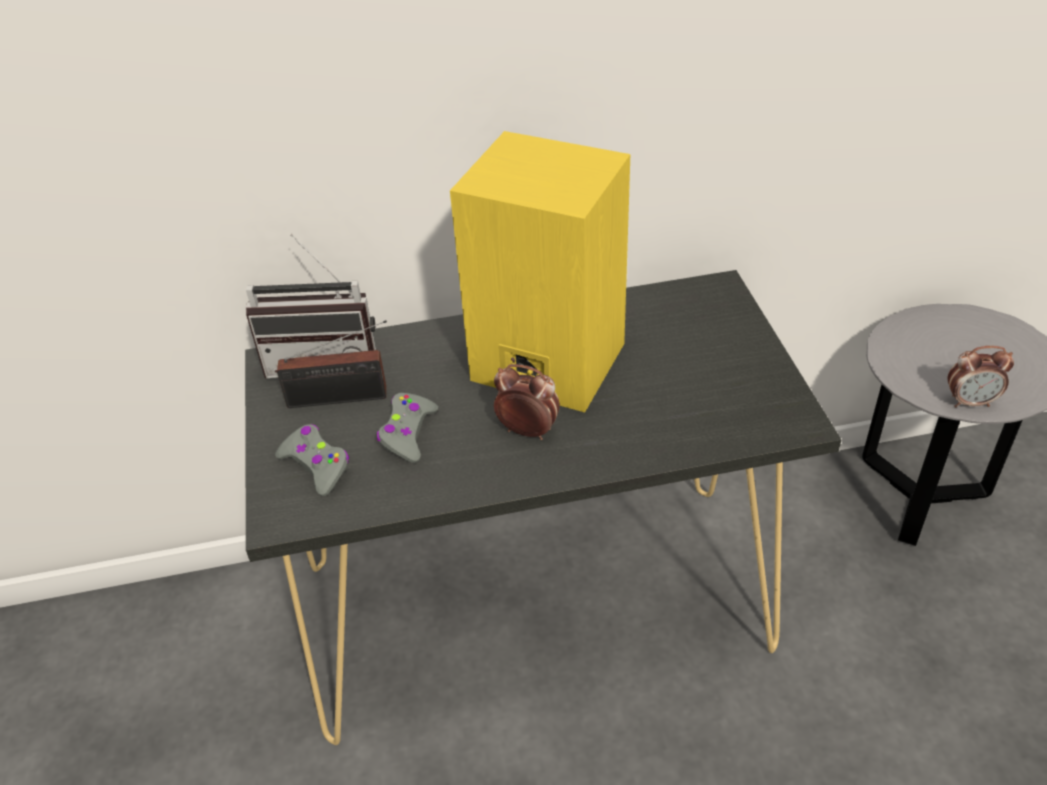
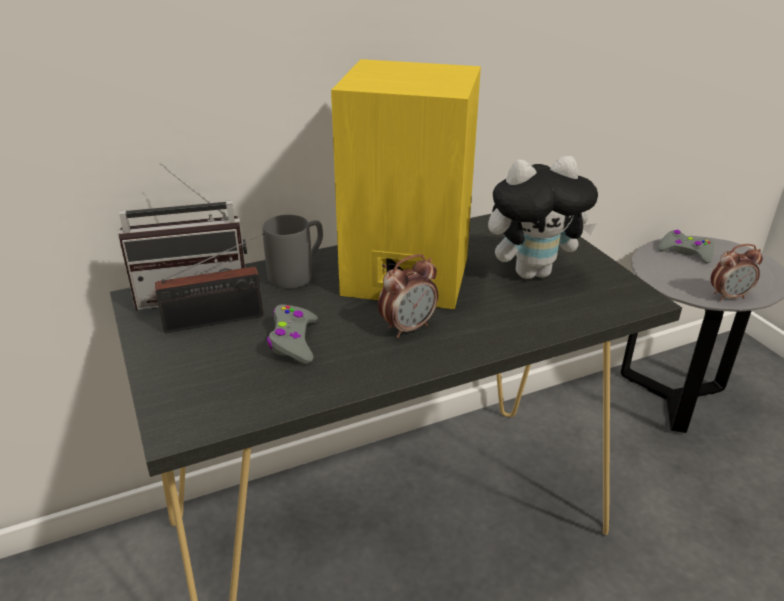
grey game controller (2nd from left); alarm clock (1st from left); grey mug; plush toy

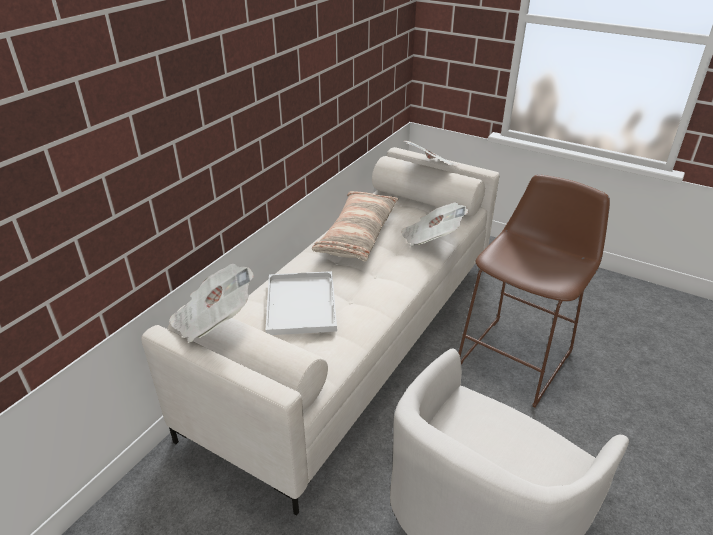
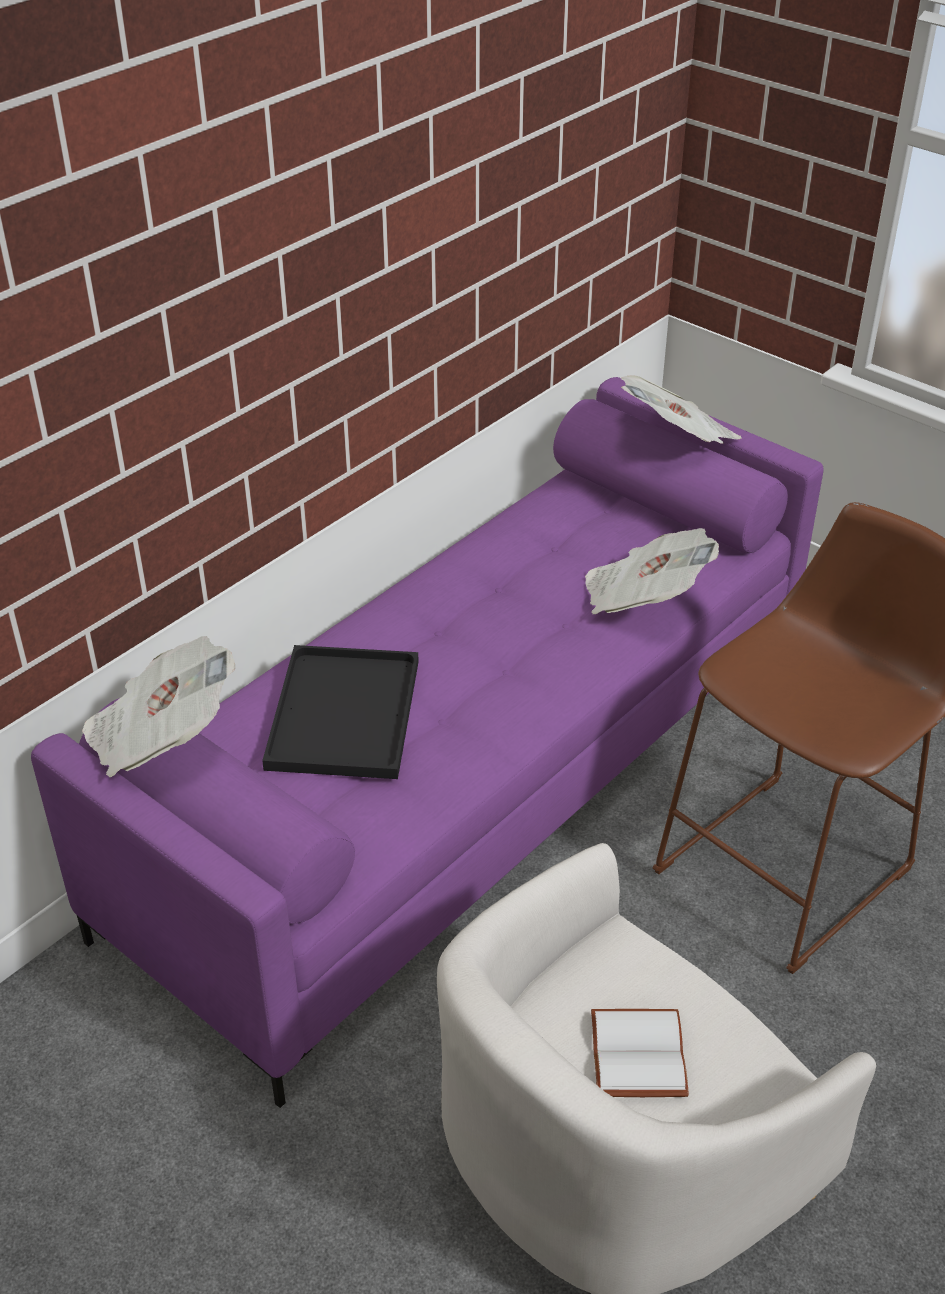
purple sofa; black tray; pillow; white book

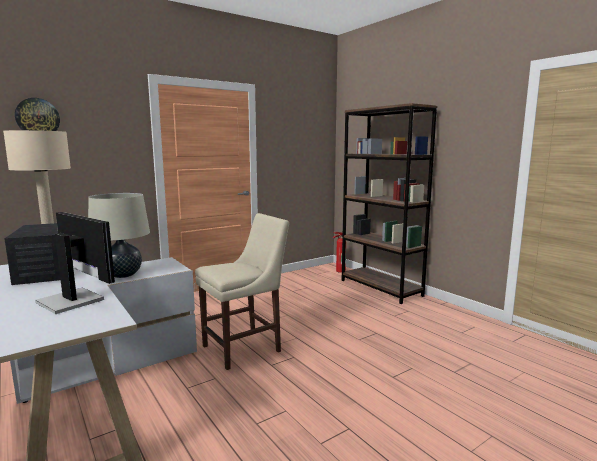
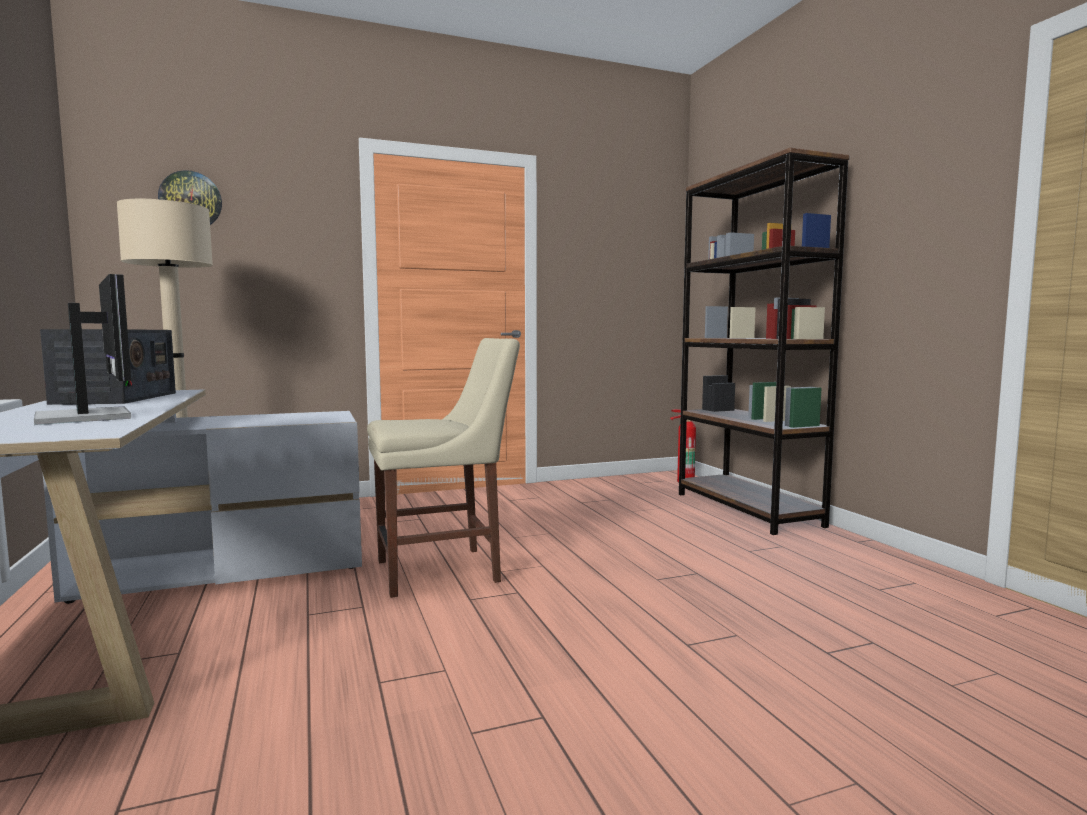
beige table lamp

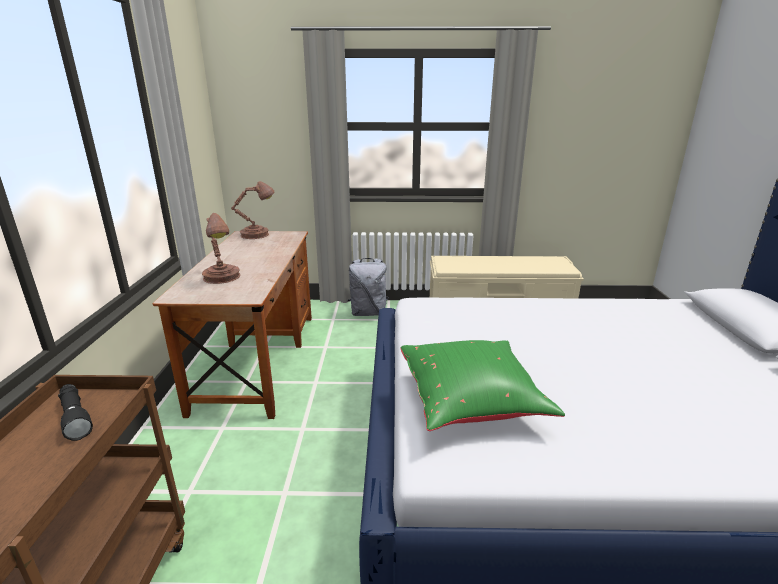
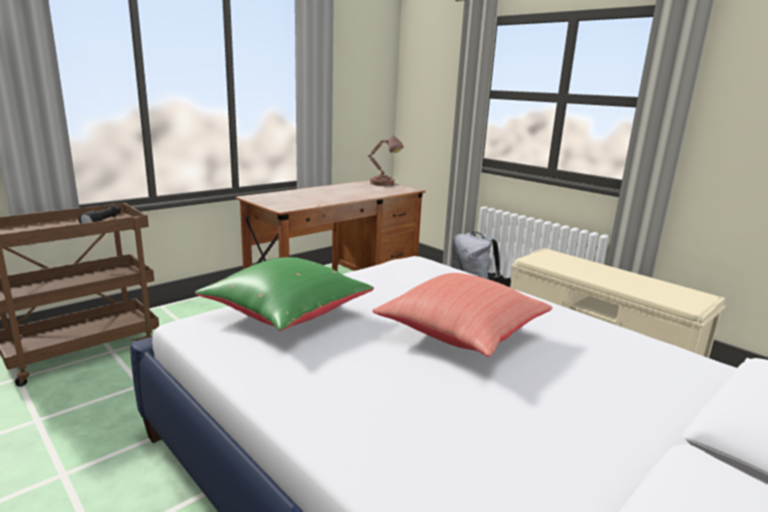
brown table lamp (1st from left in the first image); red pillow

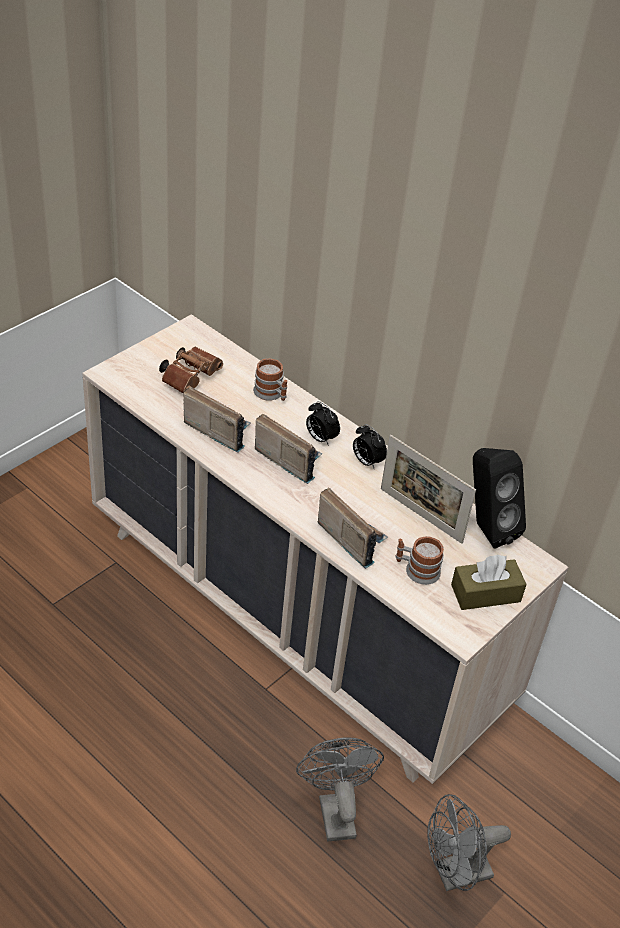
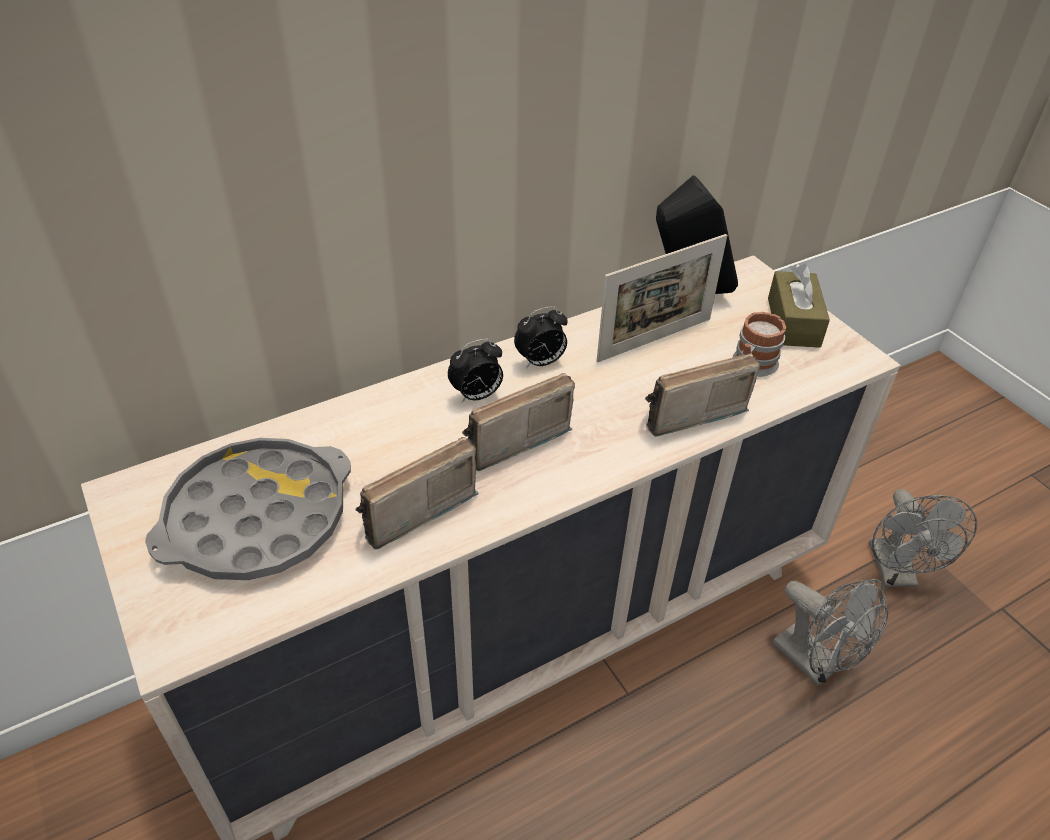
grey tray; mug (1st from left in the first image); grey fan (1st from left)

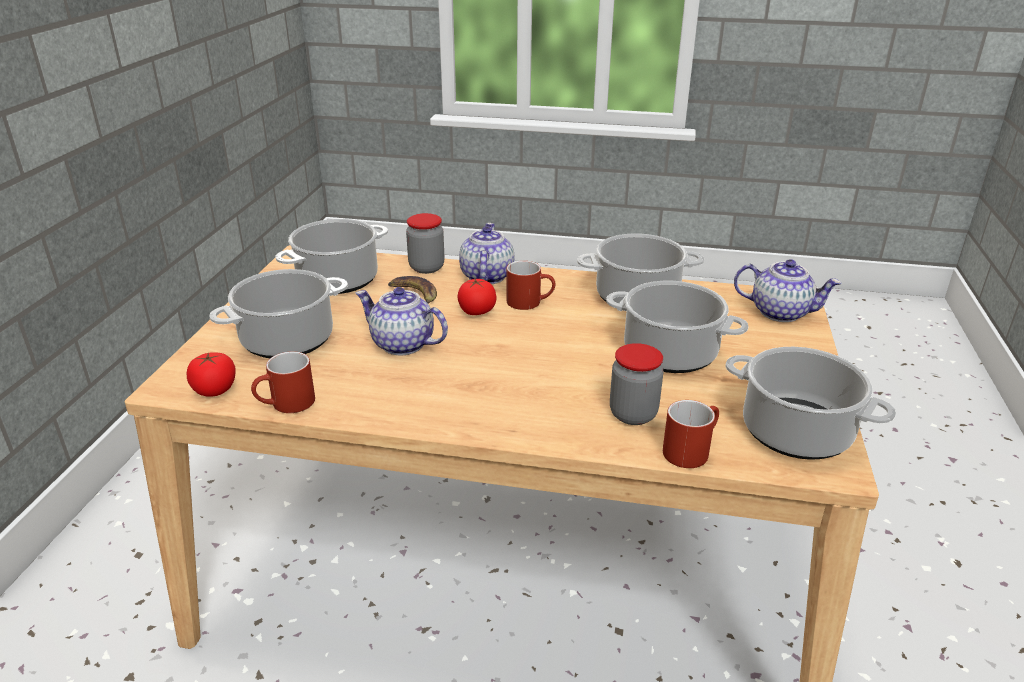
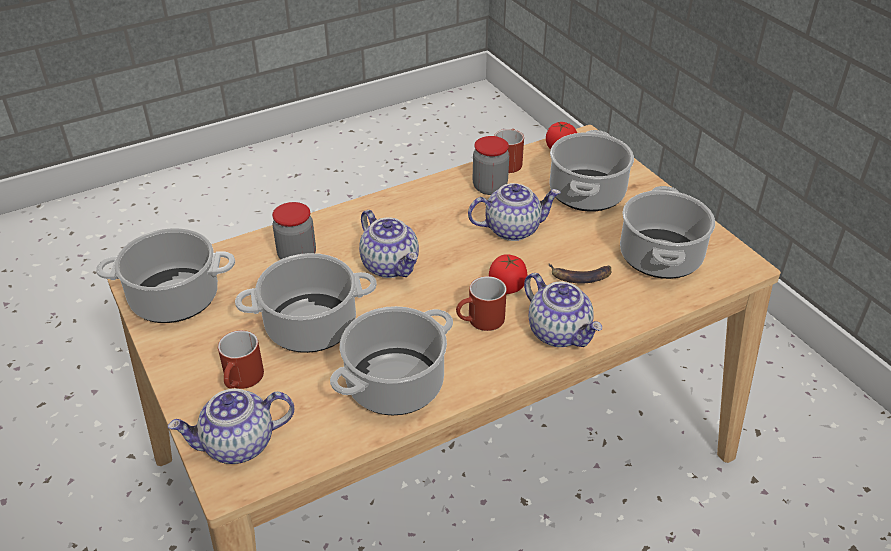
jar (2nd from left); red mug (1st from left); teapot (2nd from left)

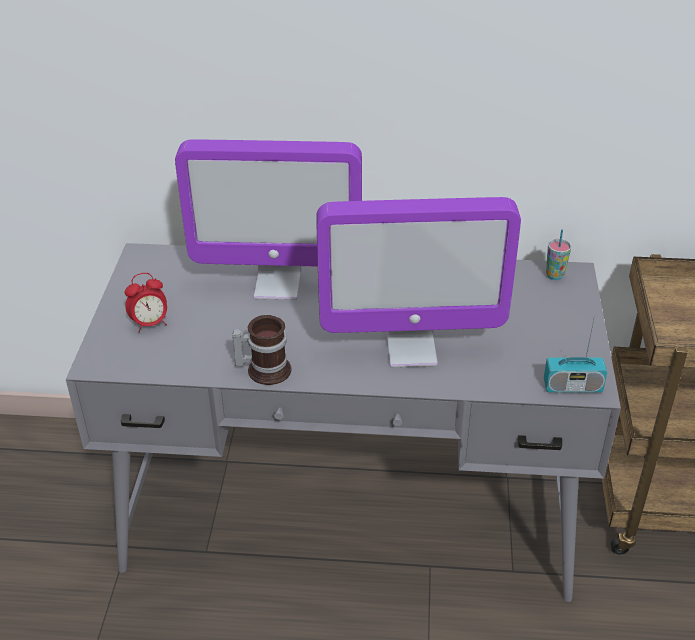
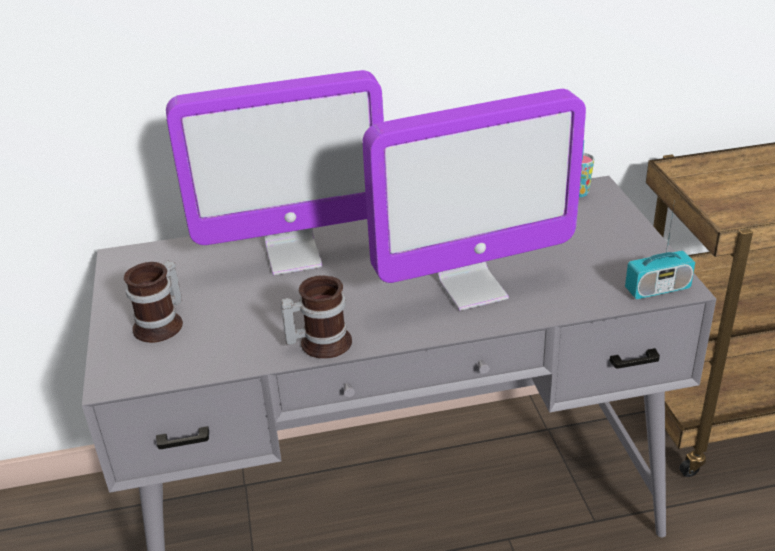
mug (1st from left)

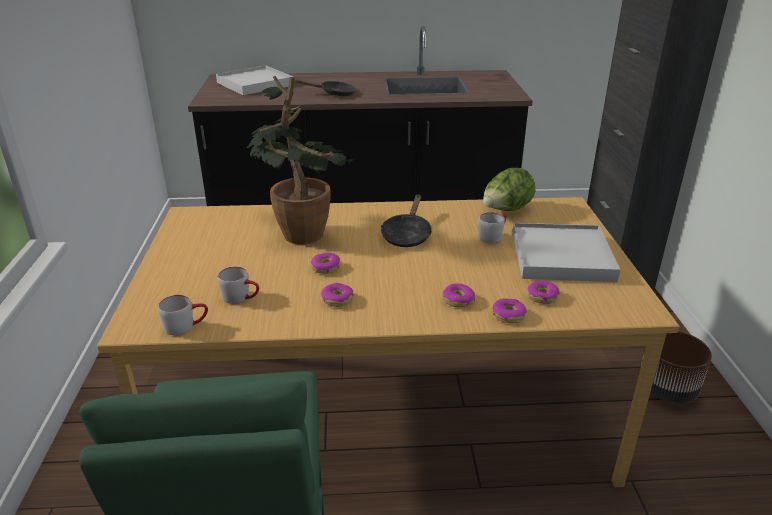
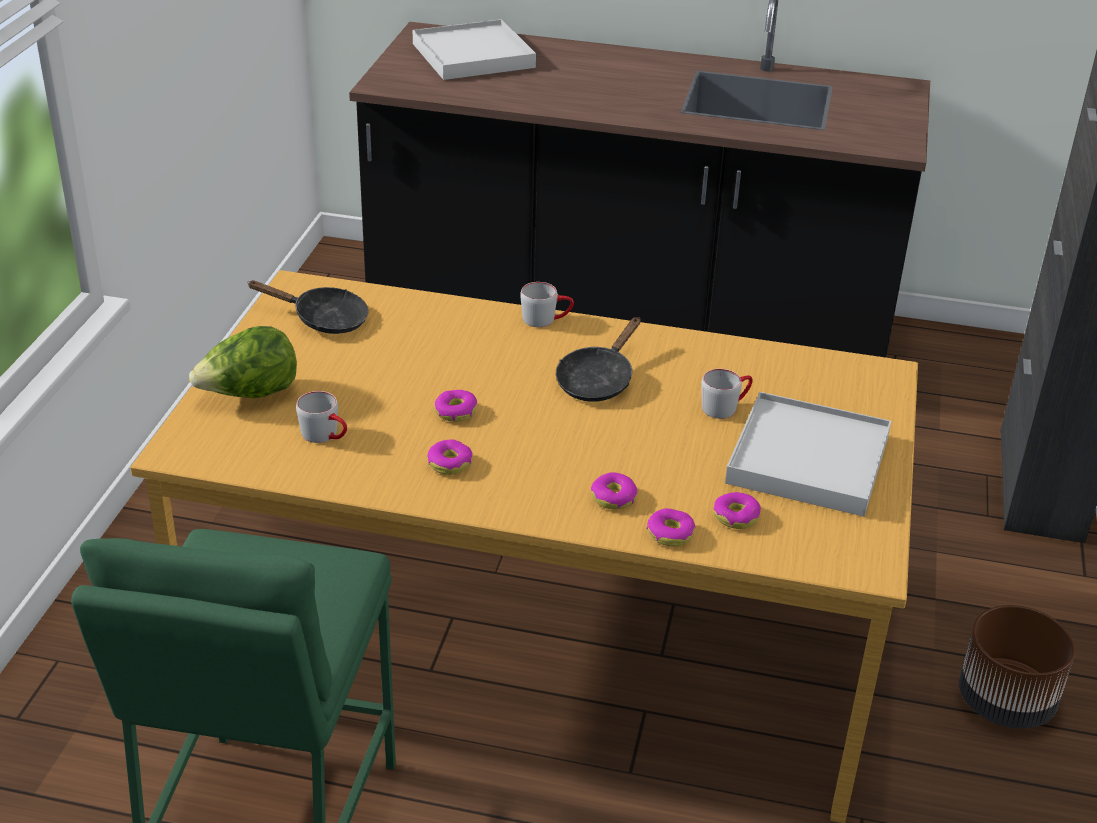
grey mug (2nd from left); potted plant; black frying pan (1st from left); lettuce

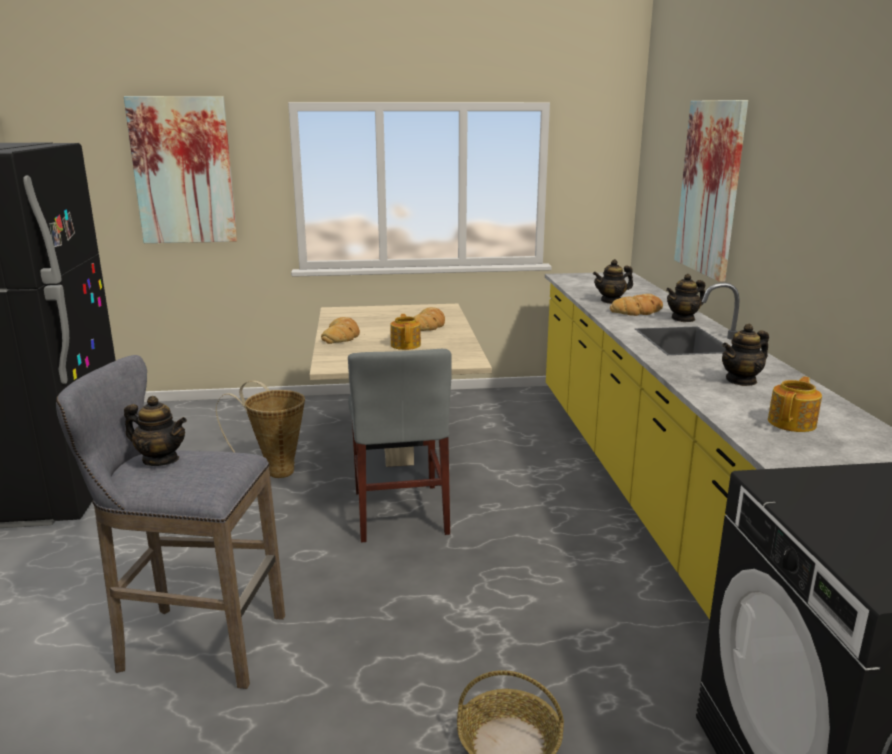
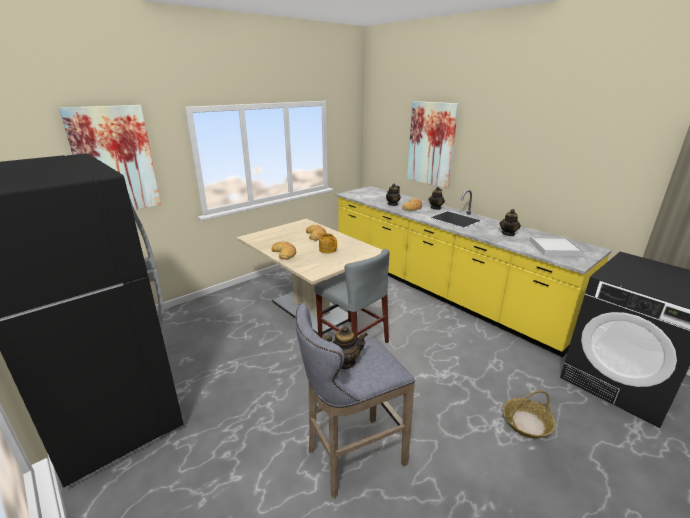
basket (1st from left in the first image); white tray

